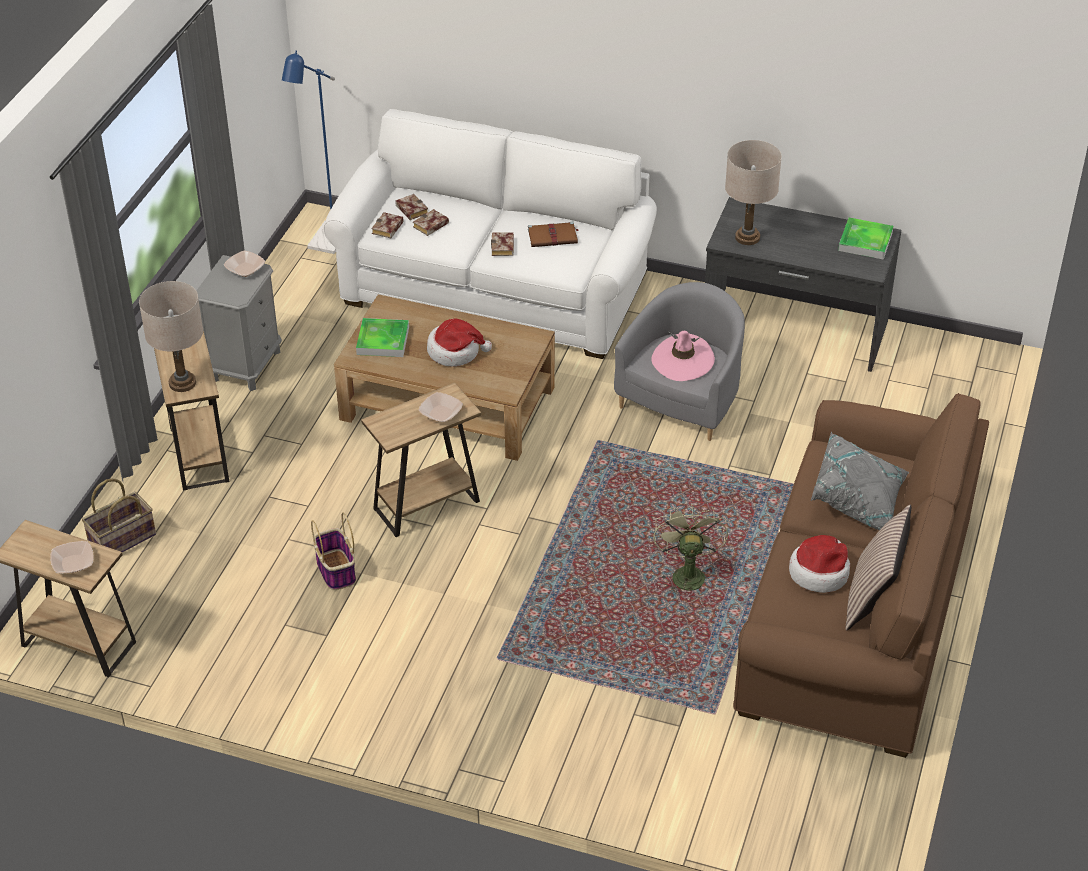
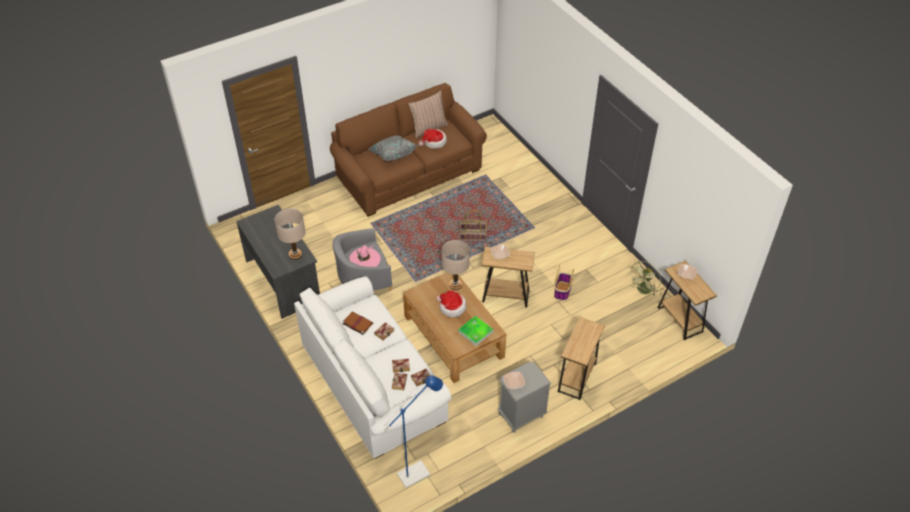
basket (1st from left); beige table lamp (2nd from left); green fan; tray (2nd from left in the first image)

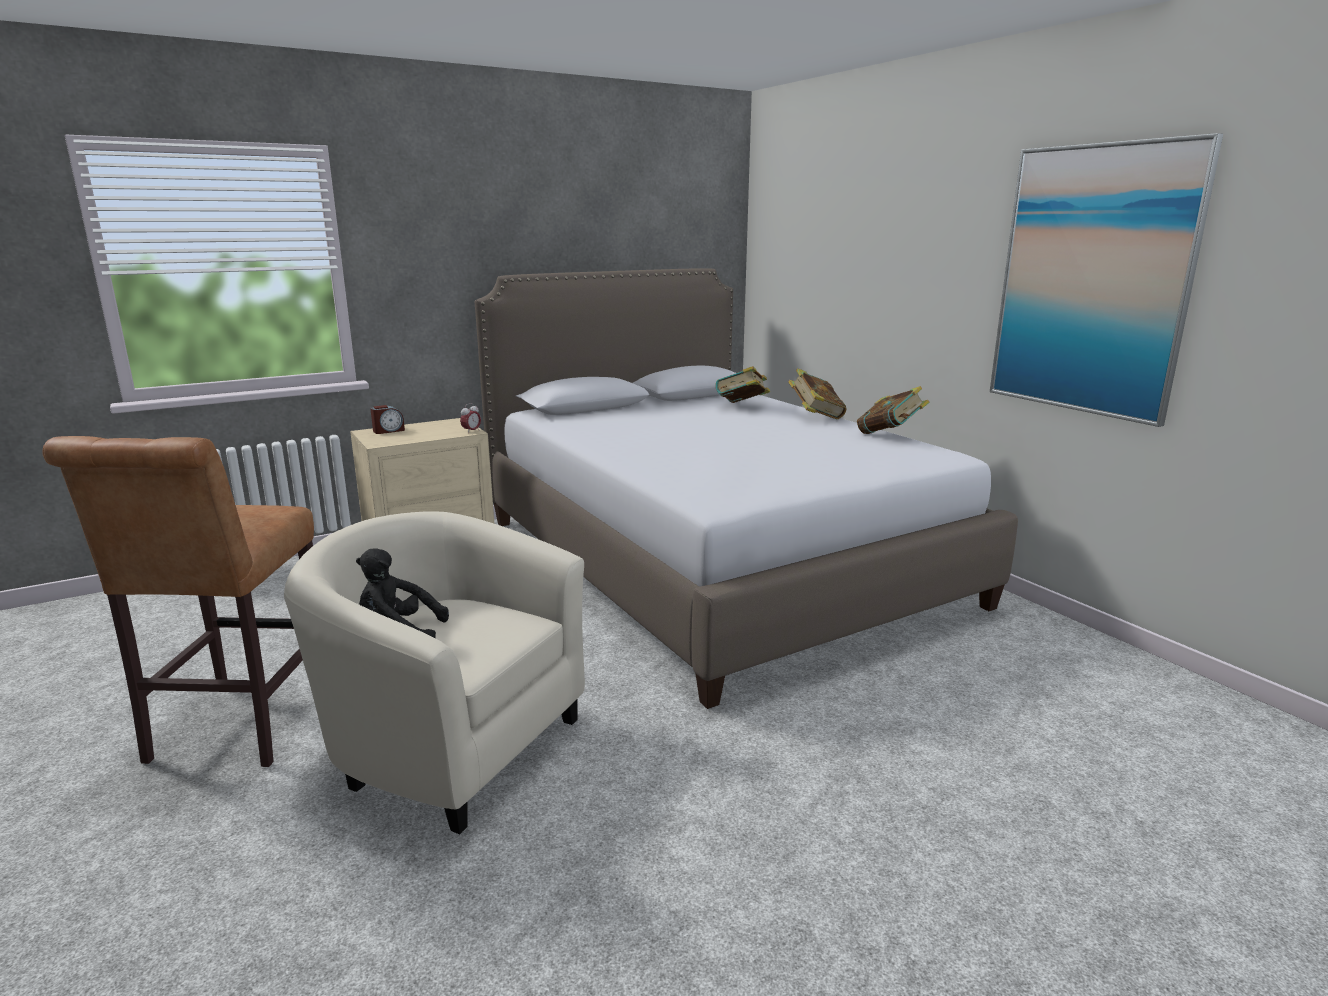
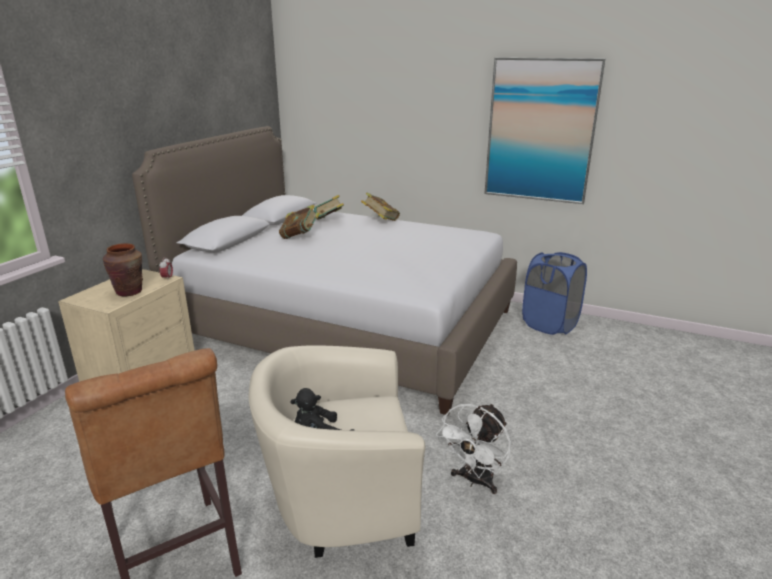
alarm clock (1st from left in the first image); book (1st from left); brown vase; white fan; blue laundry basket

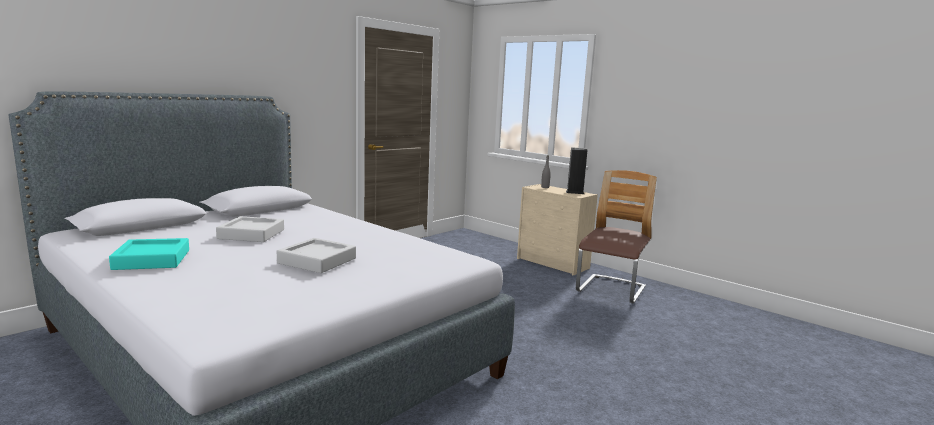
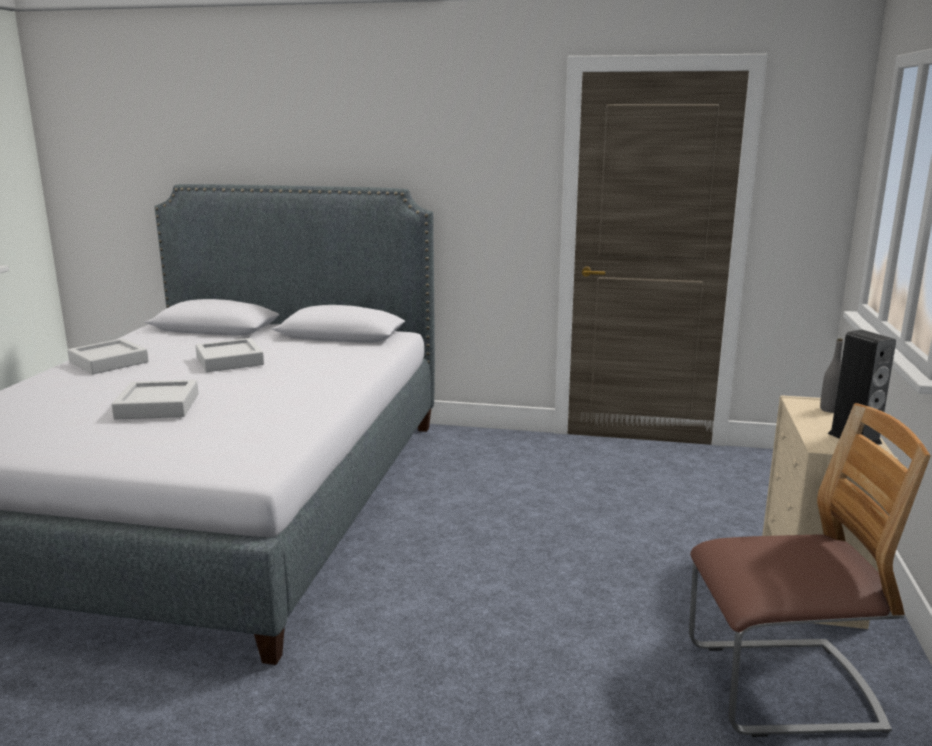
grey tray (1st from left)

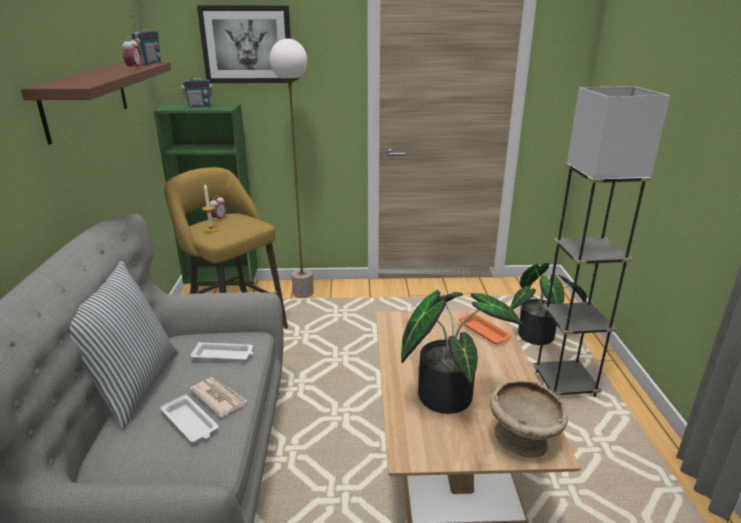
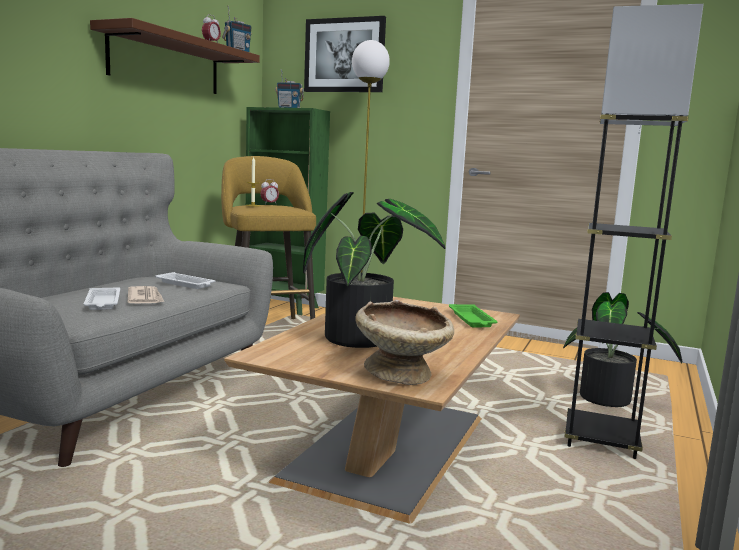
pillow; green tray

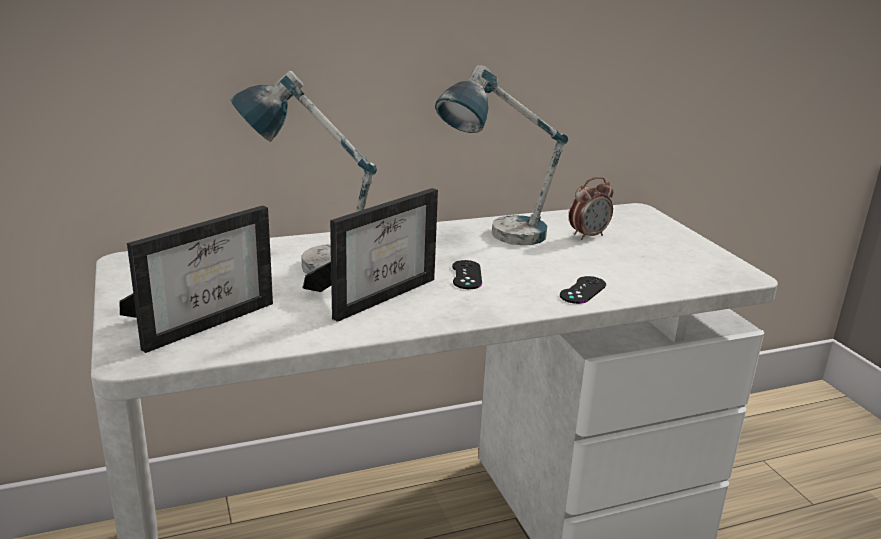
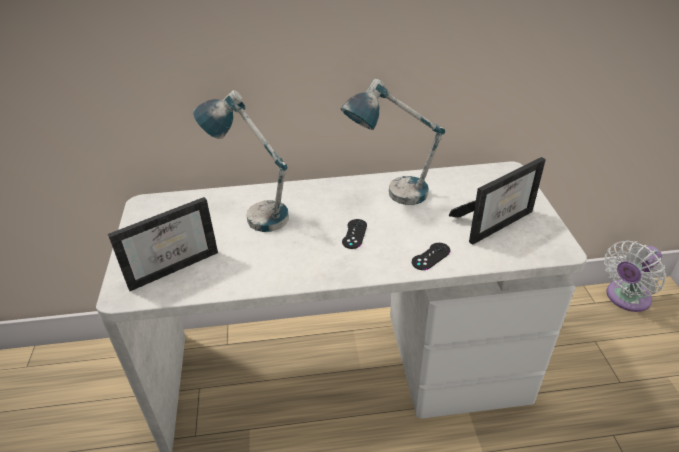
picture frame (2nd from left); alarm clock; white fan

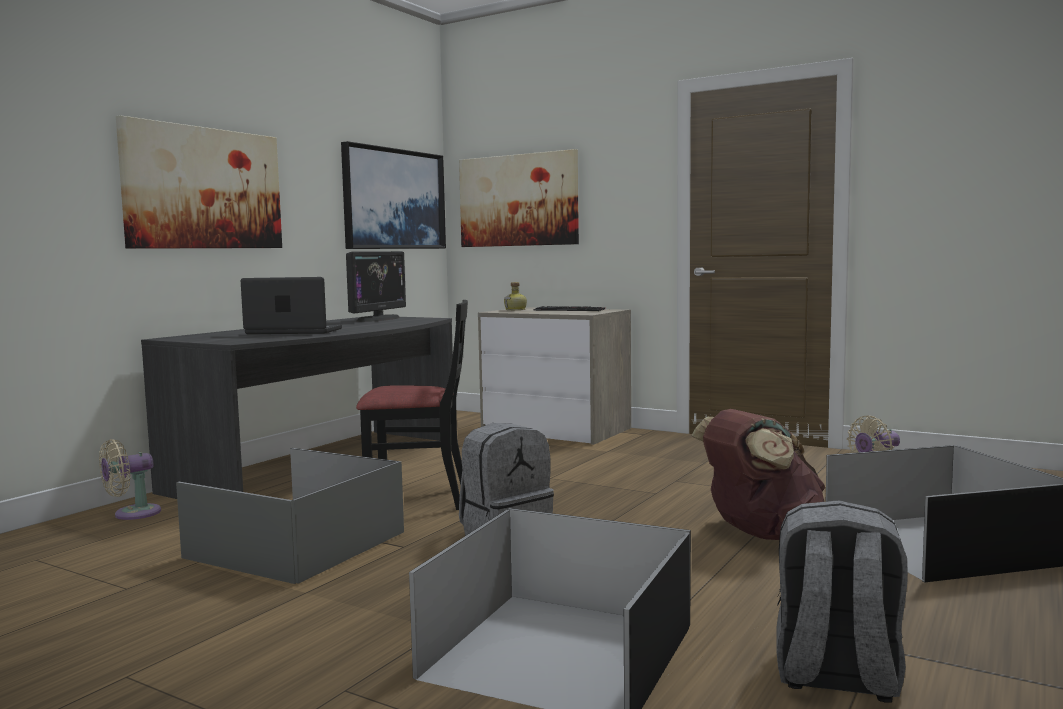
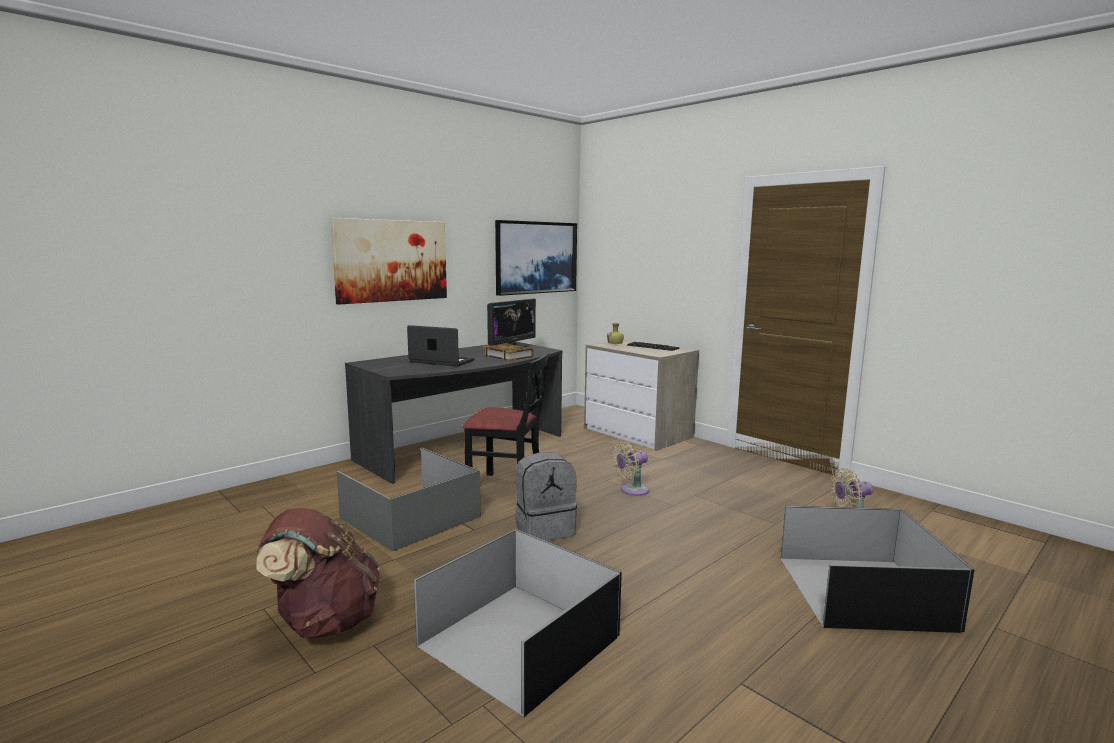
beige fan (1st from left); picture (3rd from left in the first image); brown backpack; grey backpack (2nd from left in the first image); book

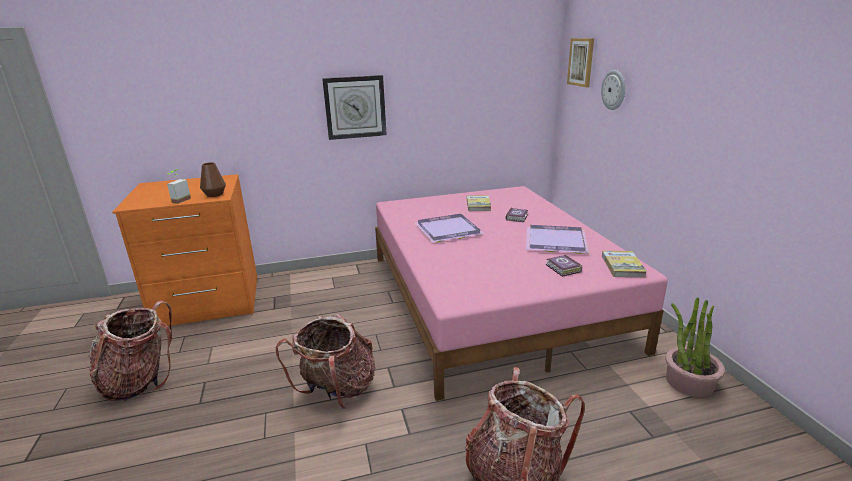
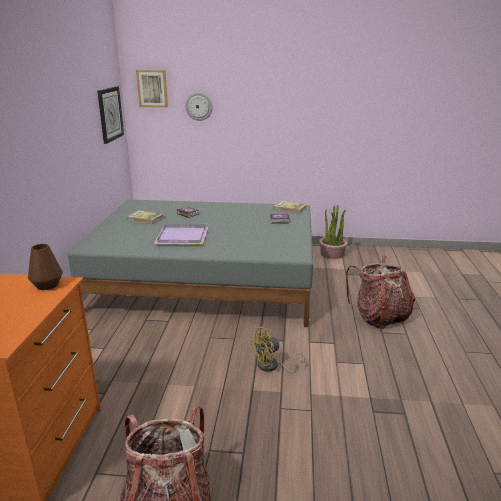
potted plant (1st from left in the first image); yellow fan; wall clock (1st from left); grey bed; purple tray (2nd from left in the first image)

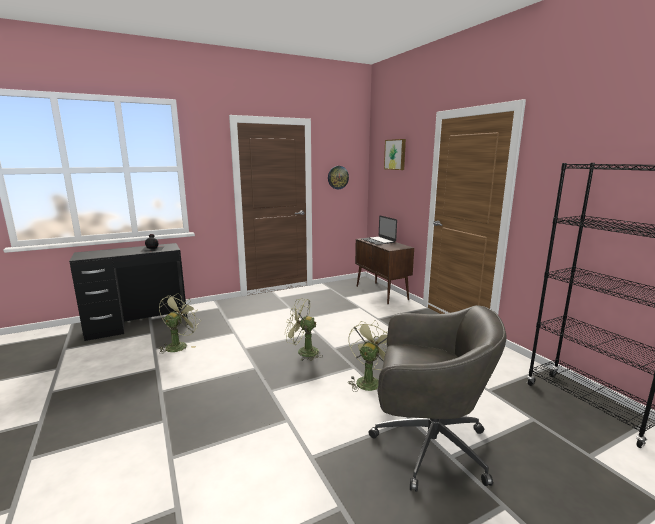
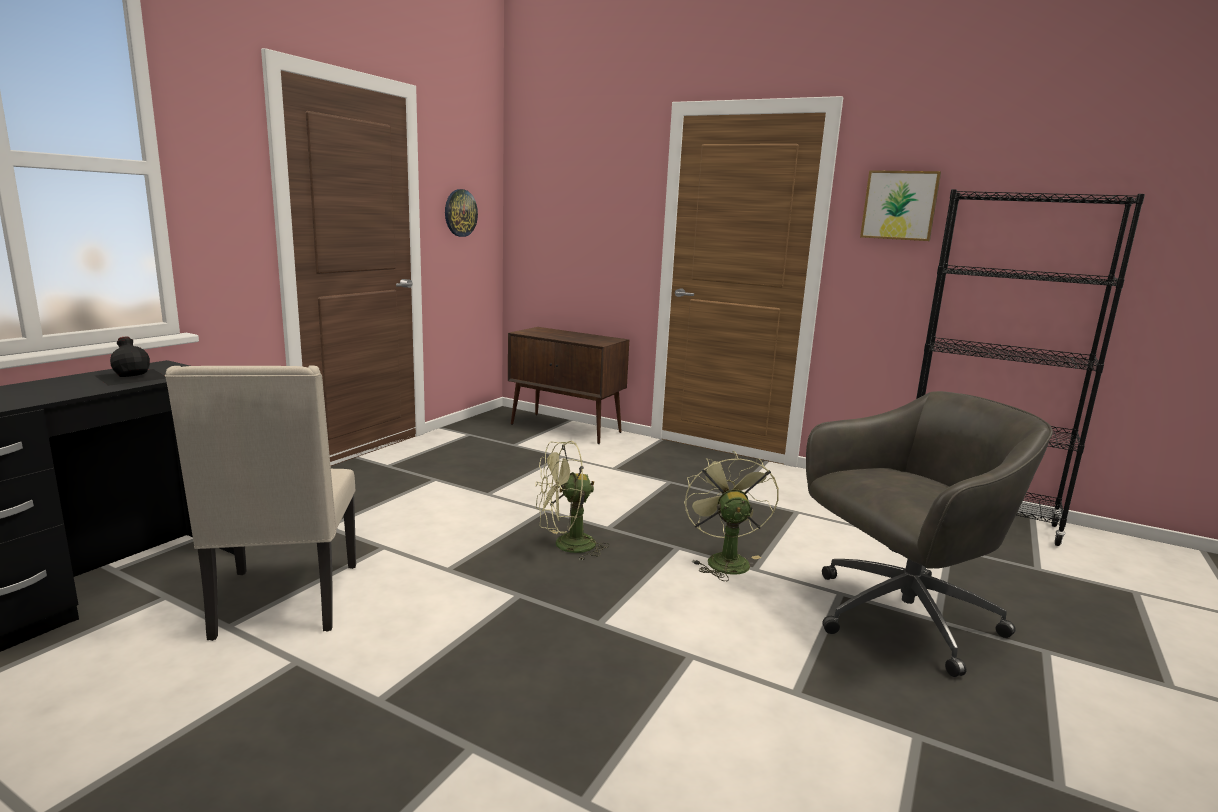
beige chair; laptop; picture

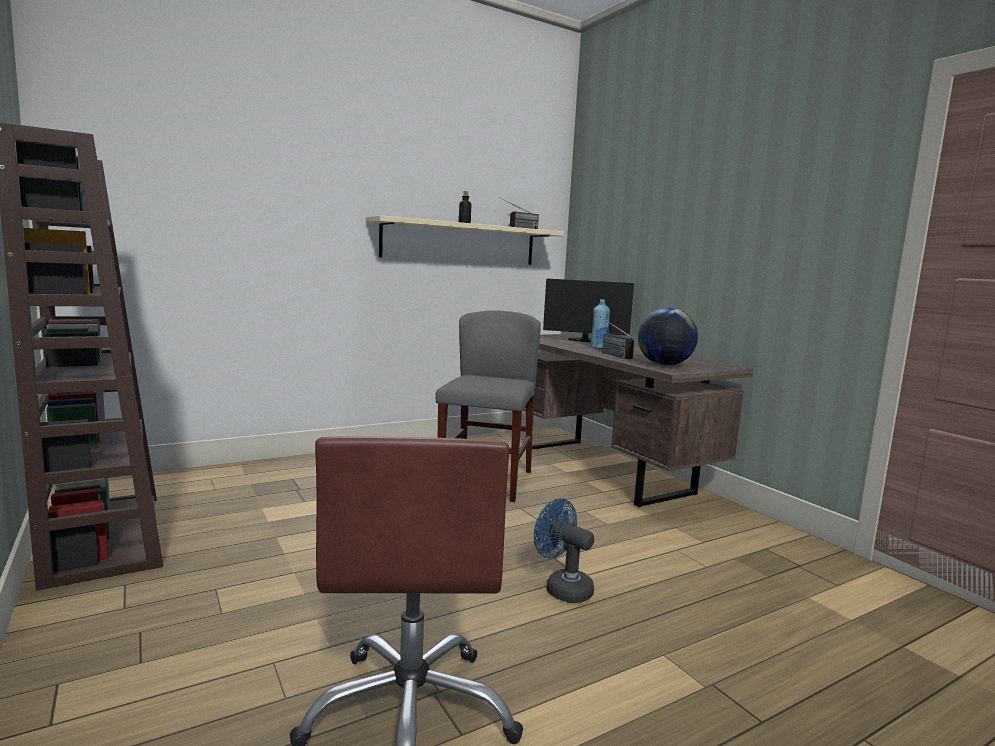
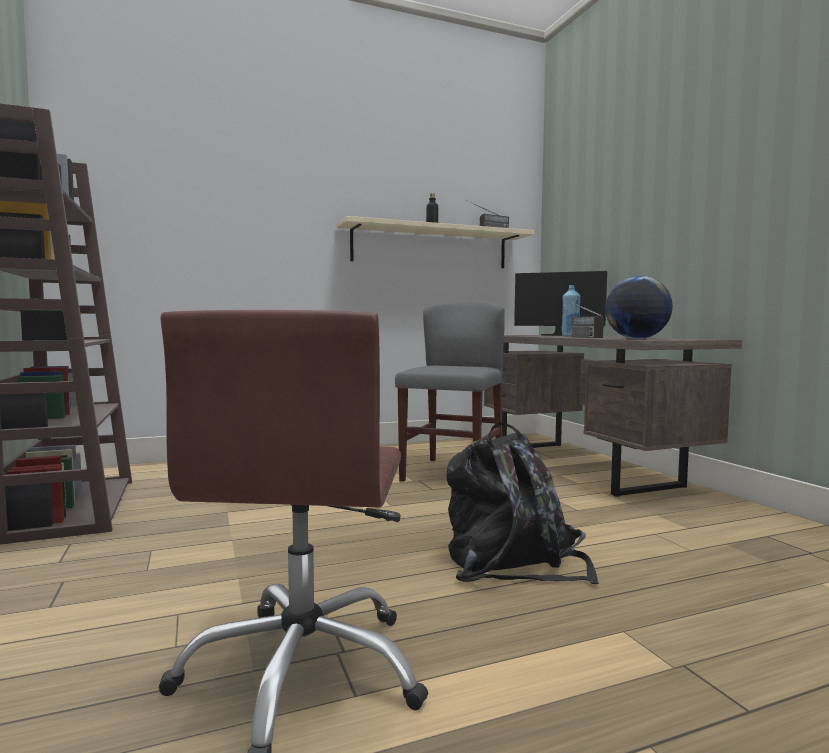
black backpack

